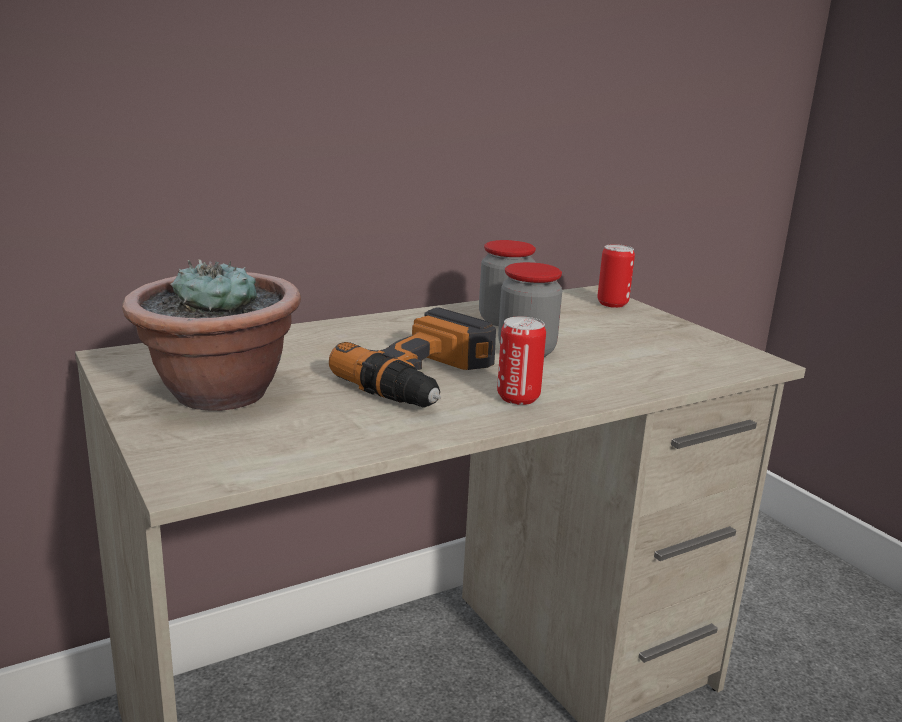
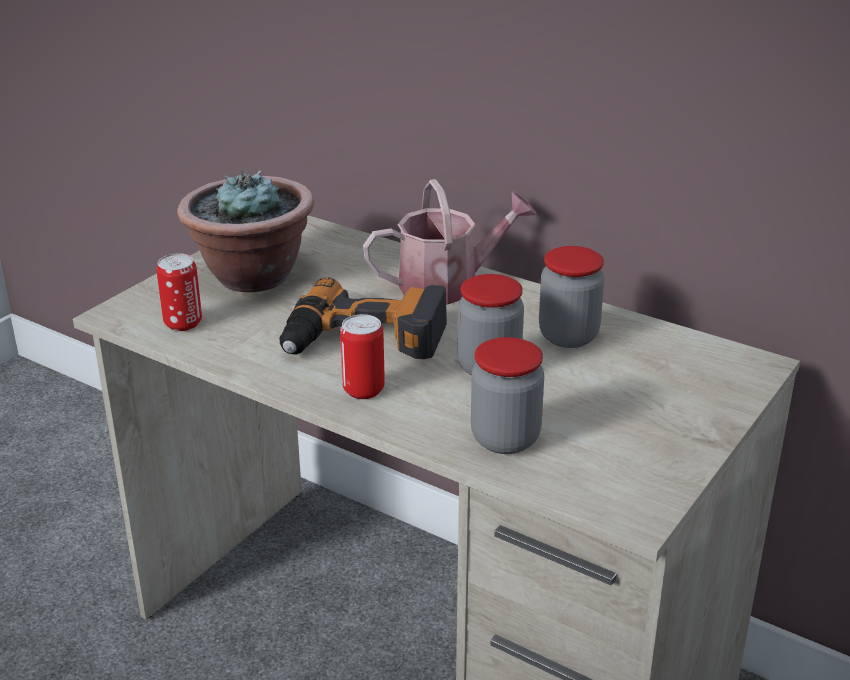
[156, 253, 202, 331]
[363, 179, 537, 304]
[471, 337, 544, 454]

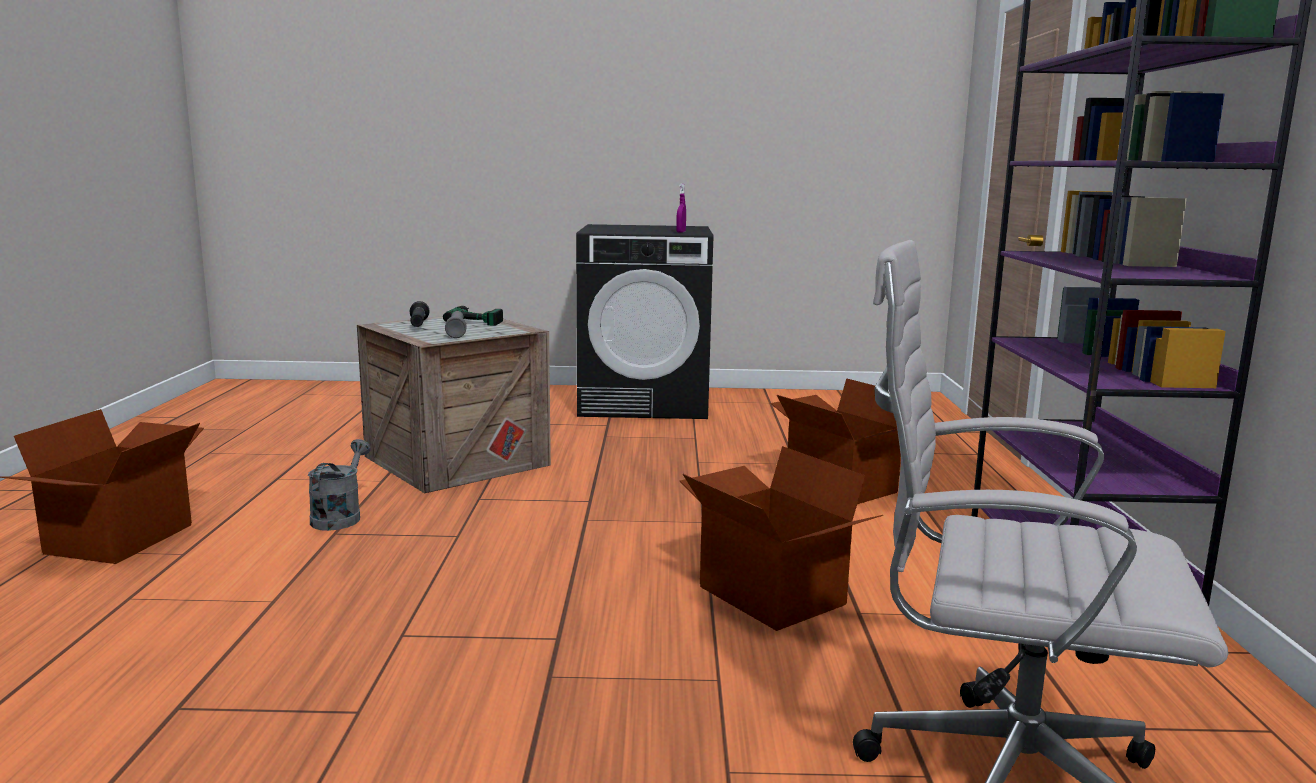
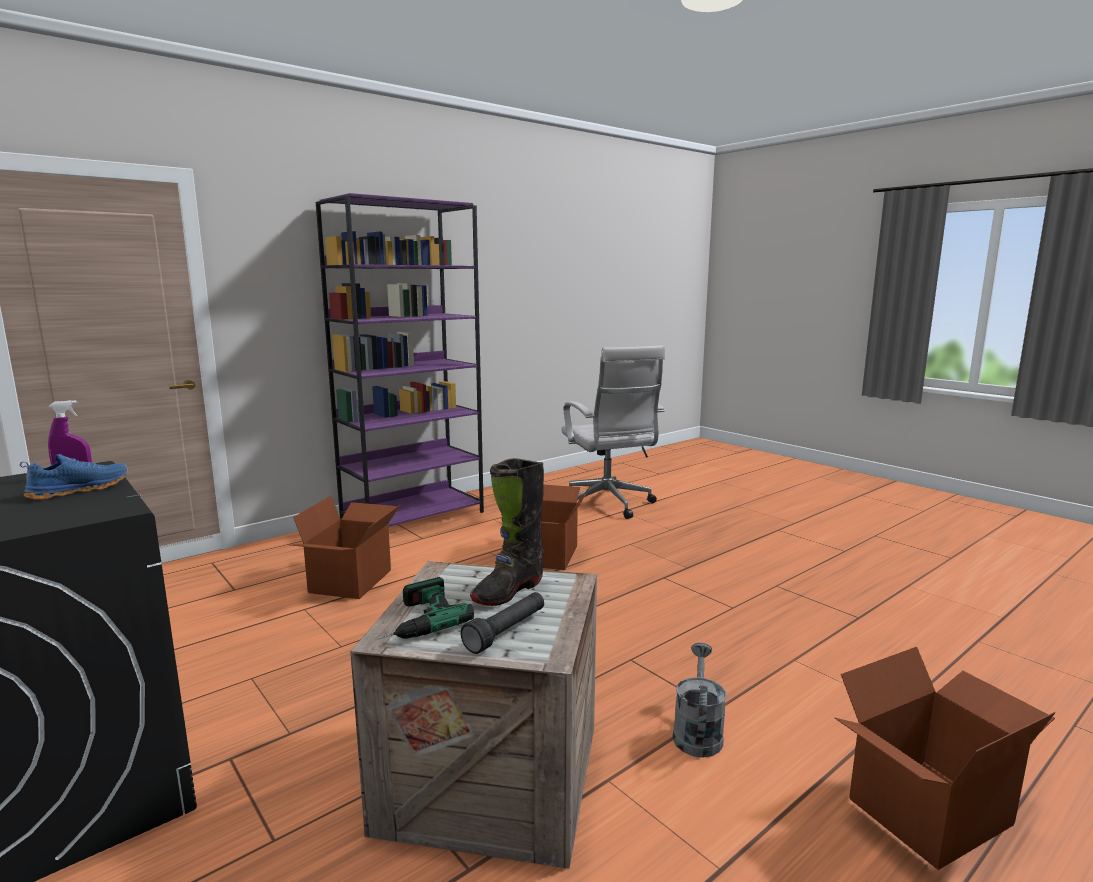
[20, 454, 128, 500]
[470, 458, 544, 606]
[673, 642, 727, 758]

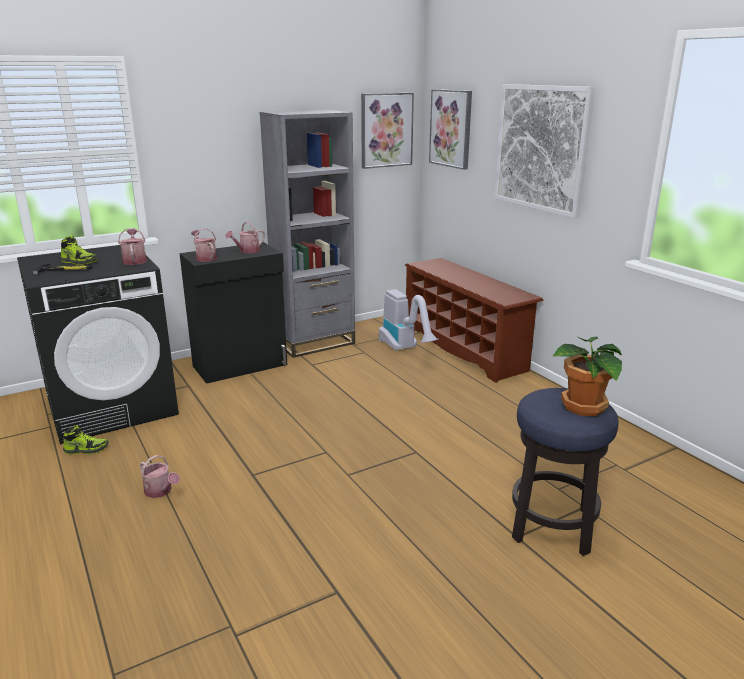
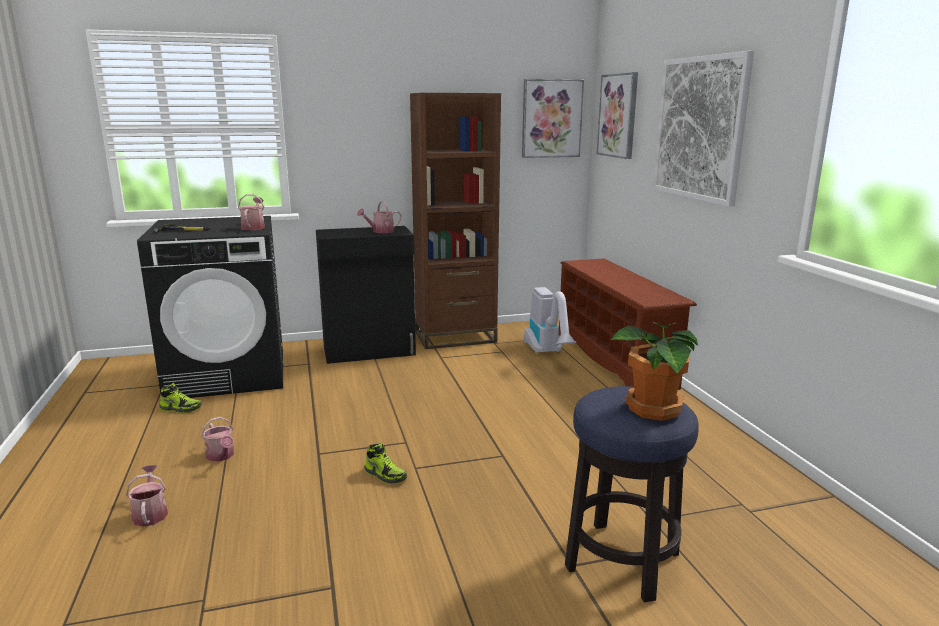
[126, 465, 168, 527]
[364, 443, 407, 484]
[410, 93, 501, 349]

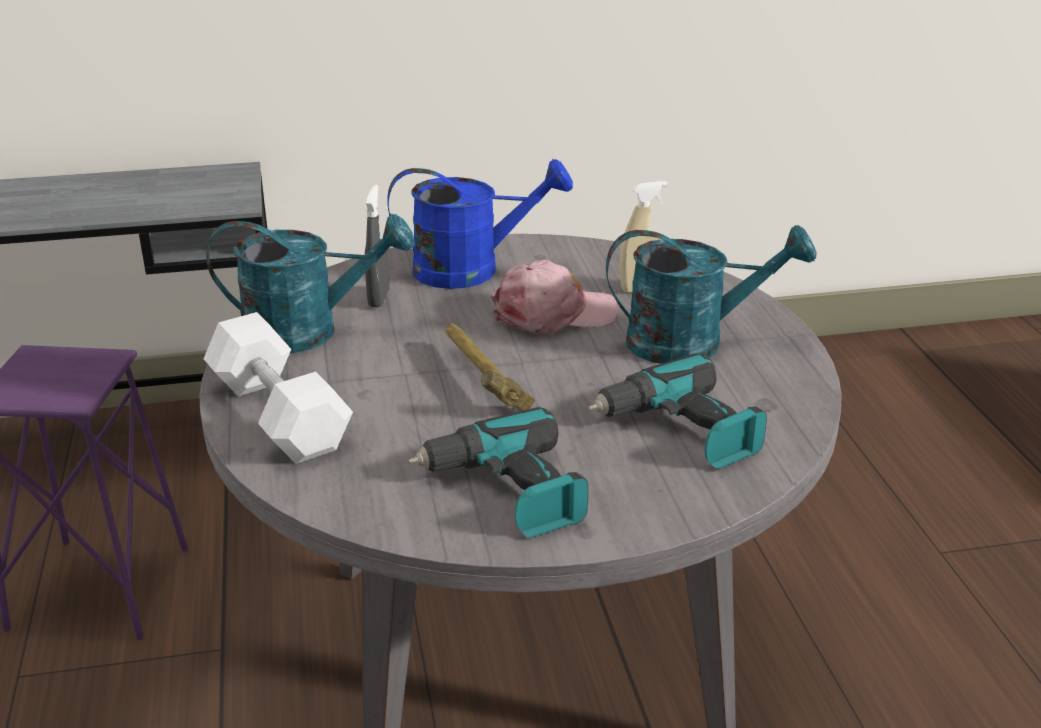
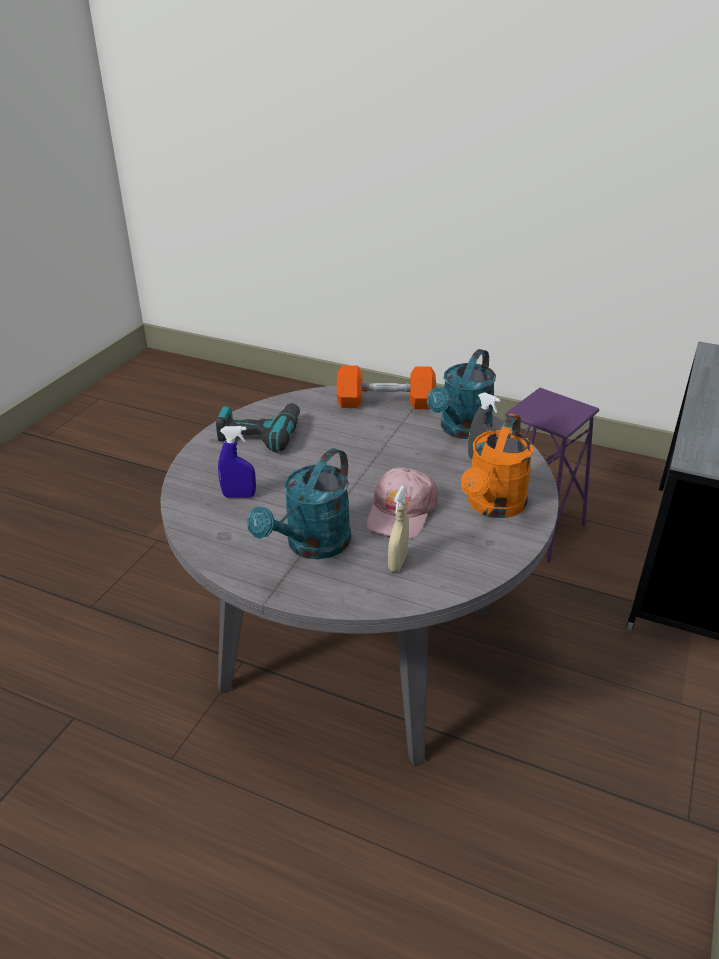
[218, 426, 256, 498]
[337, 365, 436, 409]
[461, 414, 533, 518]
[445, 323, 535, 411] (first image)

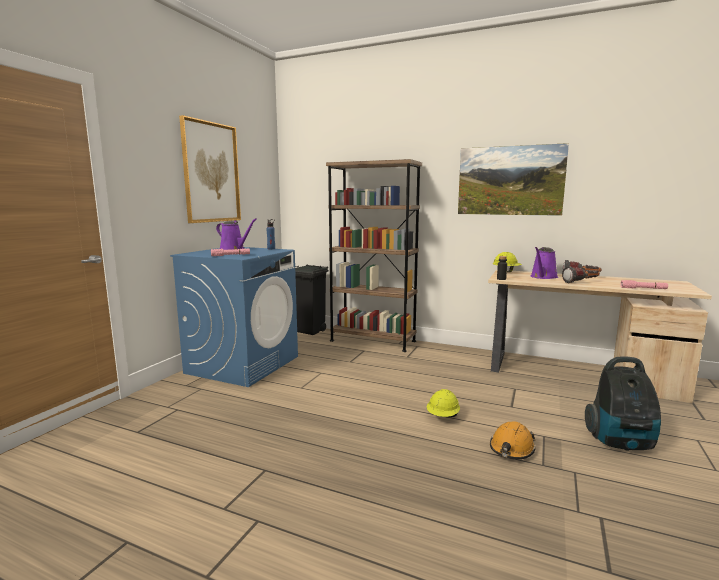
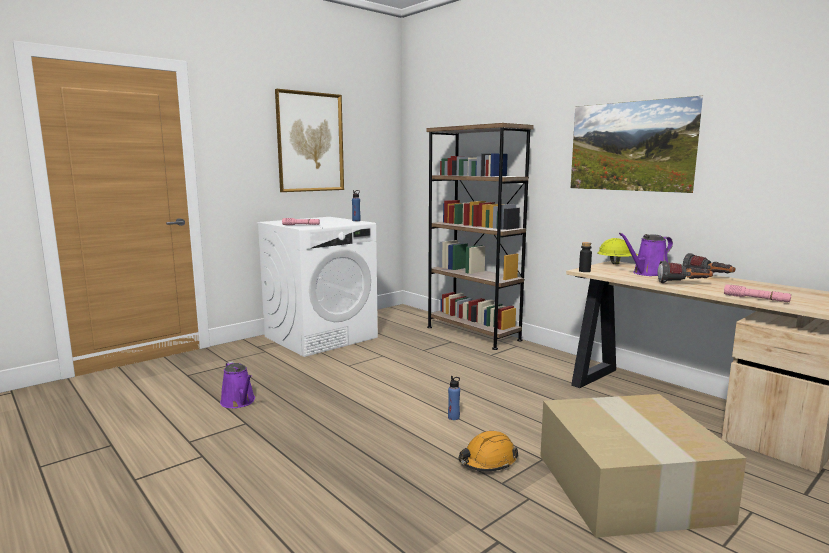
[220, 361, 255, 408]
[257, 217, 378, 357]
[448, 376, 460, 420]
[540, 394, 747, 538]
[293, 264, 329, 335] (first image)

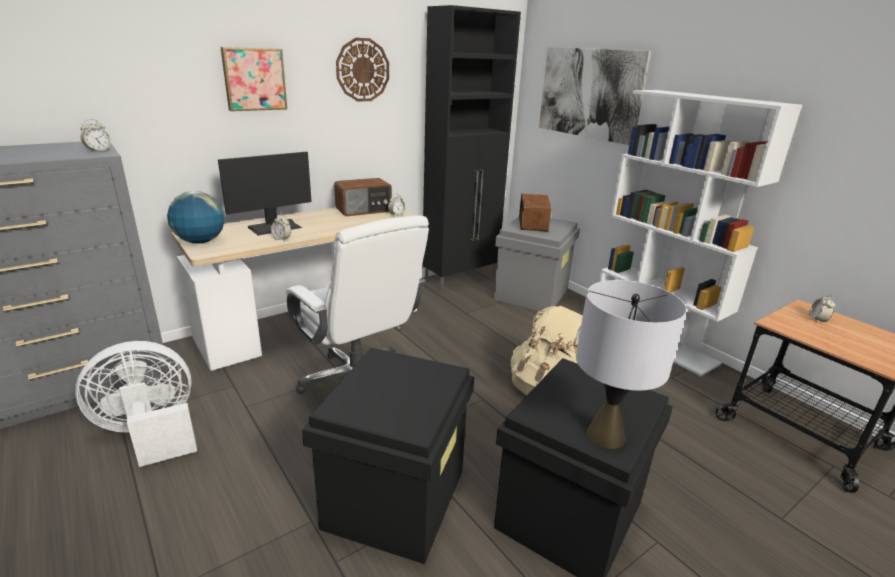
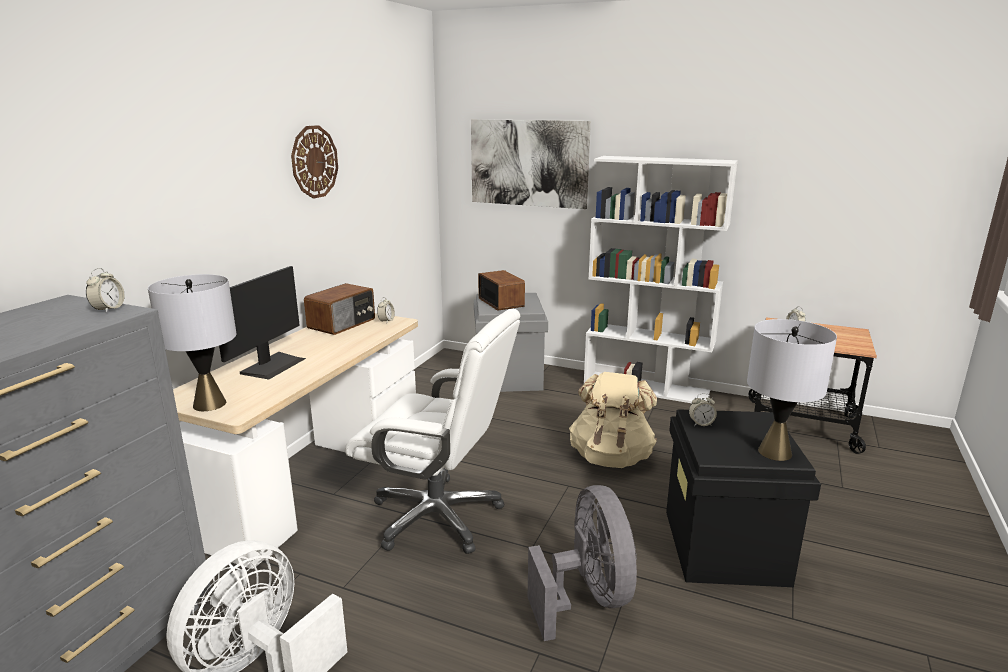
[148, 274, 237, 411]
[528, 485, 637, 641]
[689, 393, 717, 426]
[220, 47, 287, 111] (first image)
[422, 5, 521, 291] (first image)

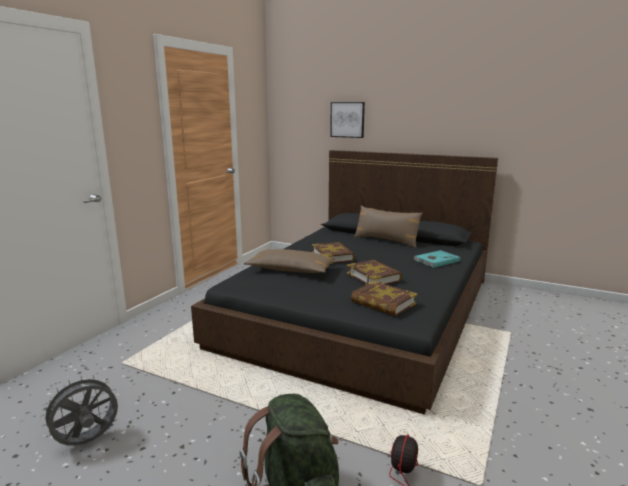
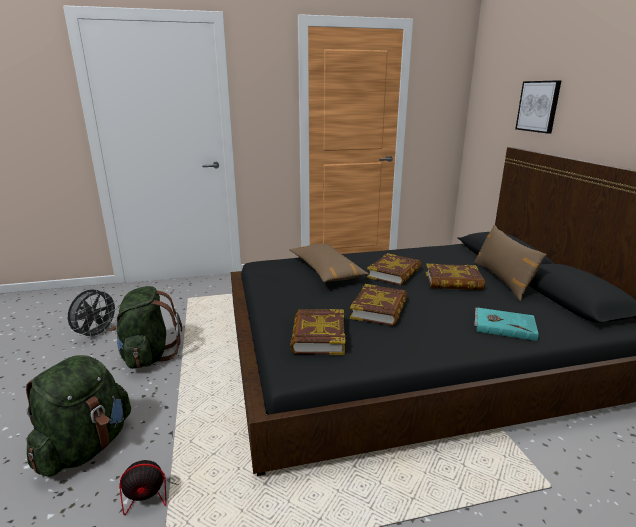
[68, 288, 119, 340]
[110, 286, 182, 369]
[426, 263, 485, 290]

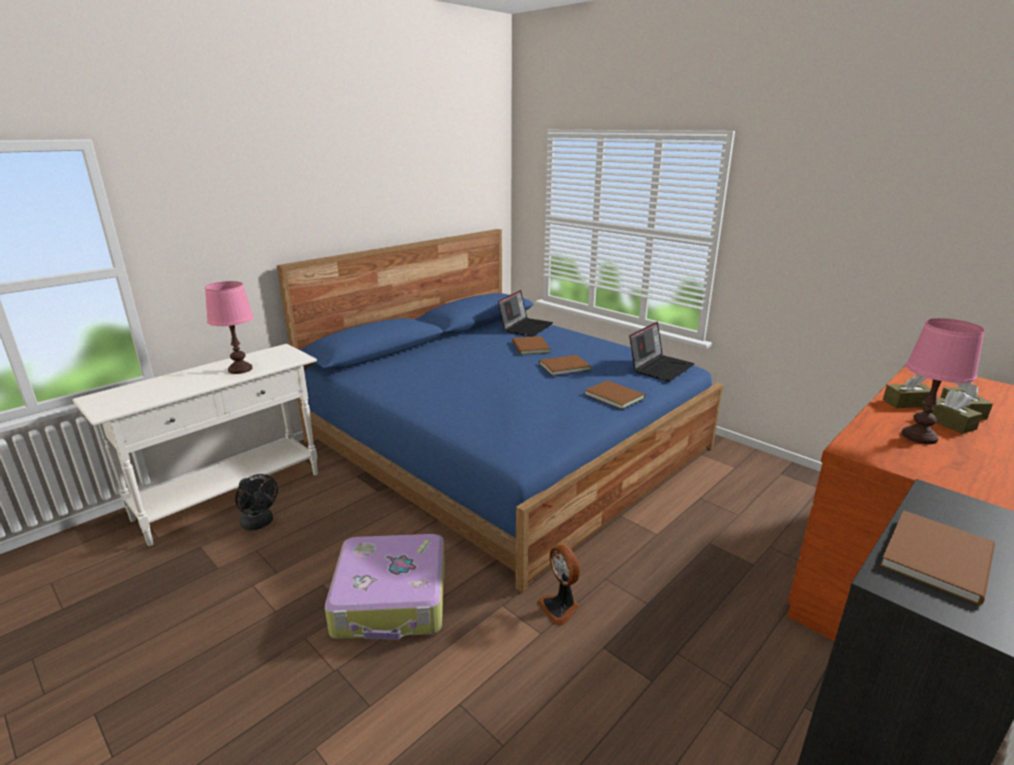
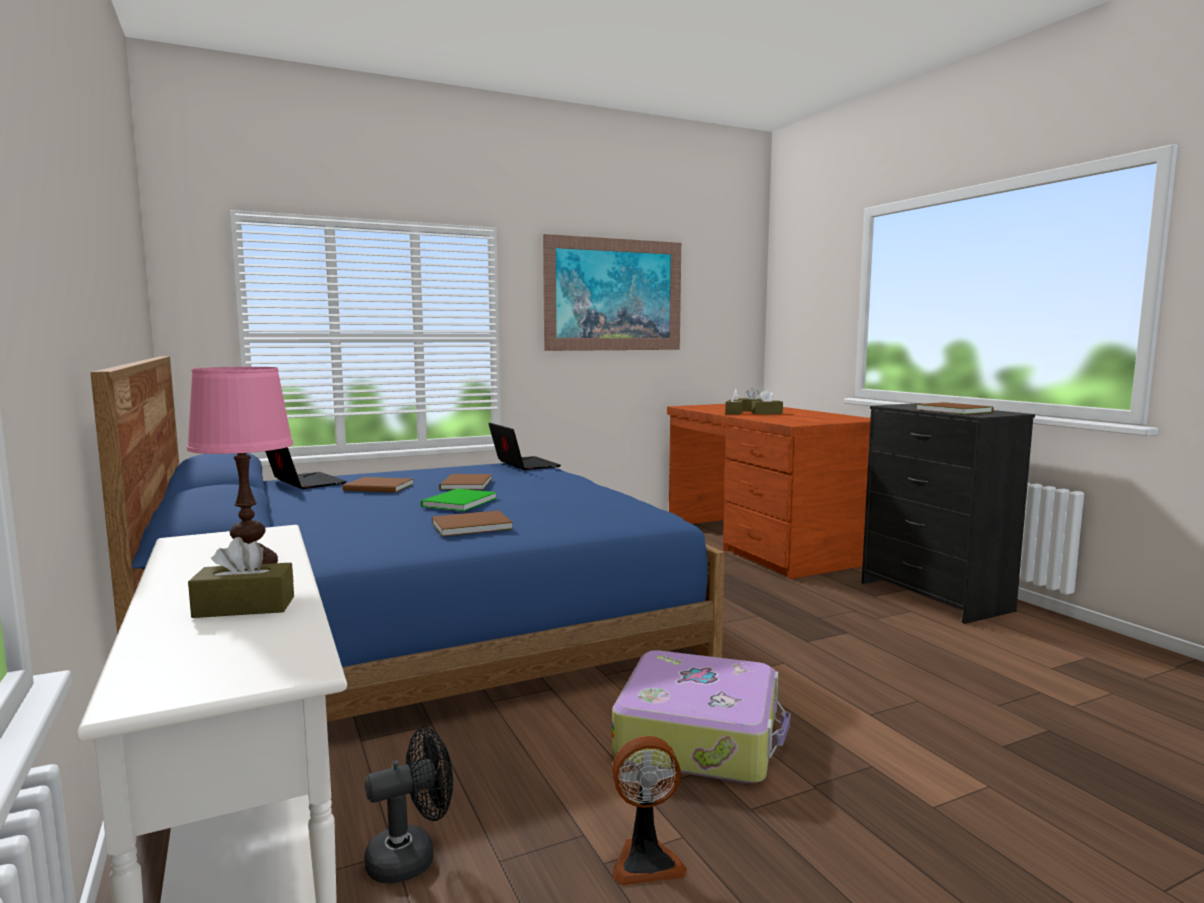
[188, 537, 294, 618]
[421, 489, 497, 511]
[432, 510, 513, 536]
[543, 234, 681, 351]
[612, 736, 687, 886]
[901, 318, 985, 444] (first image)

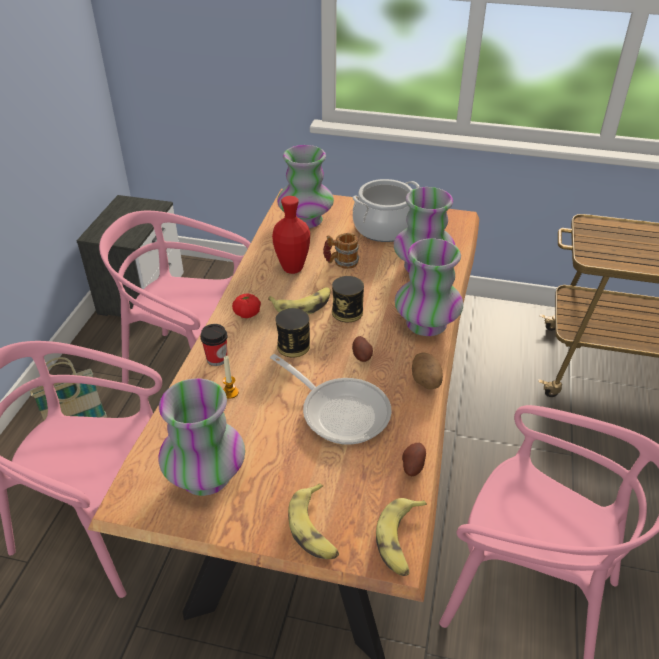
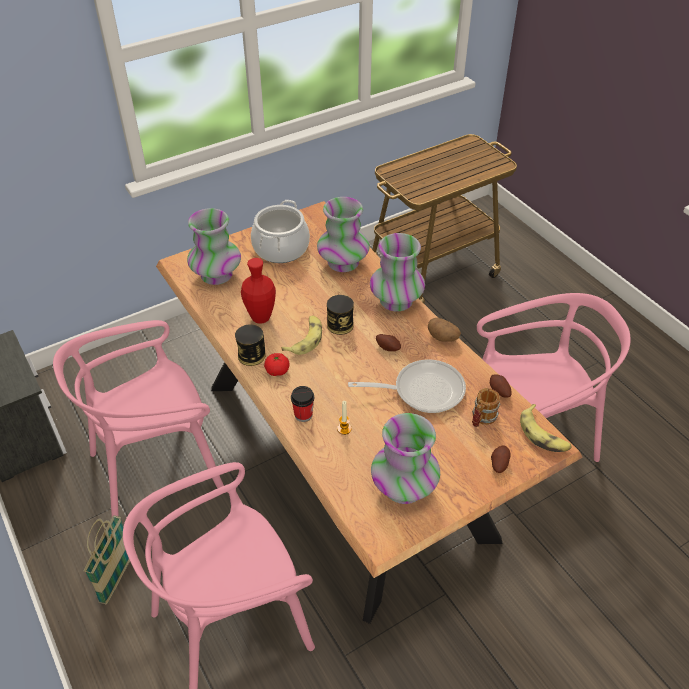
[235, 325, 266, 366]
[472, 388, 500, 427]
[491, 446, 511, 473]

